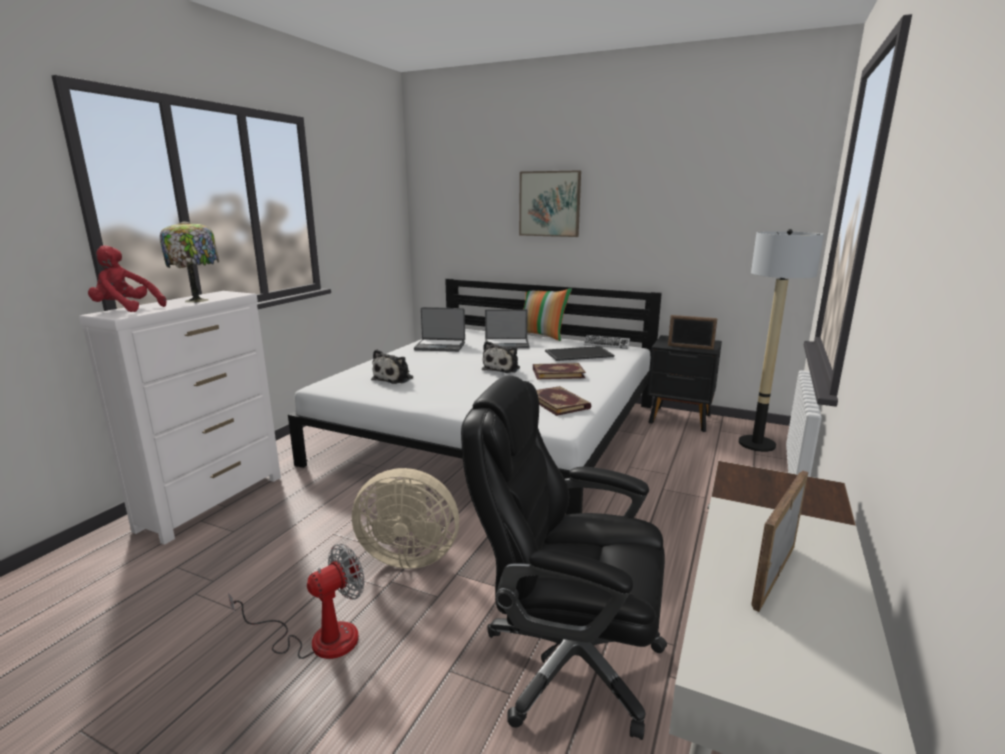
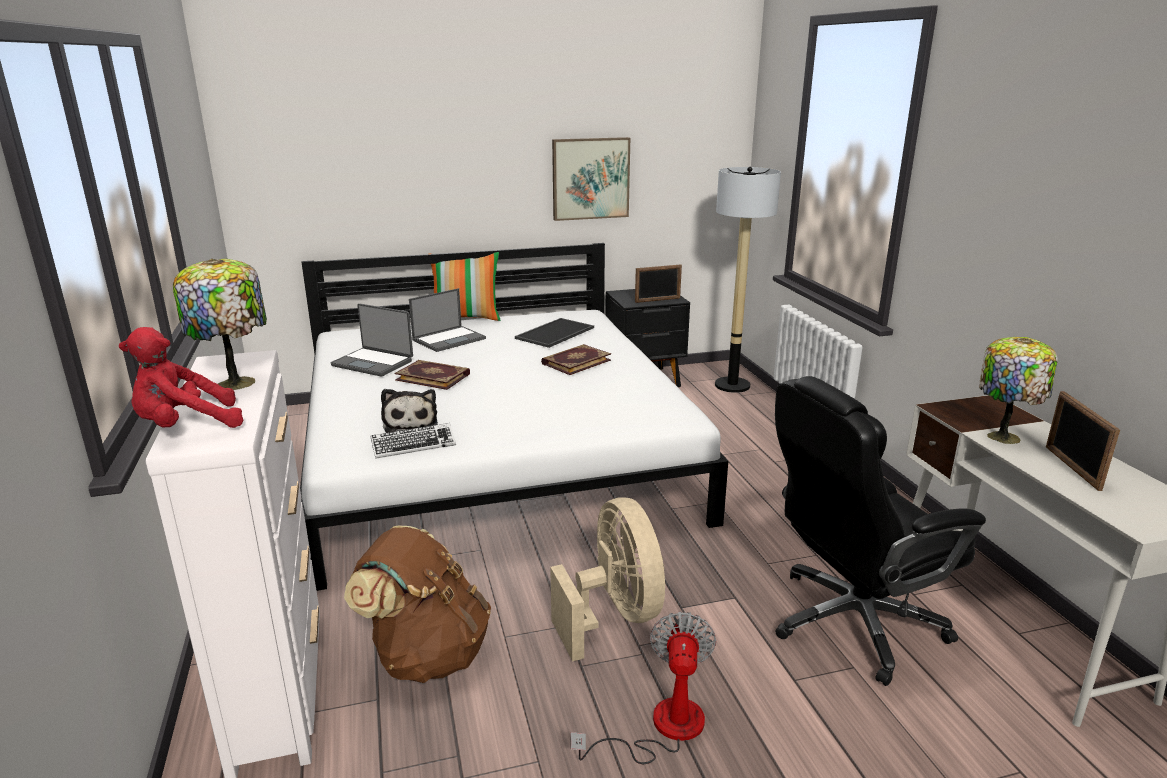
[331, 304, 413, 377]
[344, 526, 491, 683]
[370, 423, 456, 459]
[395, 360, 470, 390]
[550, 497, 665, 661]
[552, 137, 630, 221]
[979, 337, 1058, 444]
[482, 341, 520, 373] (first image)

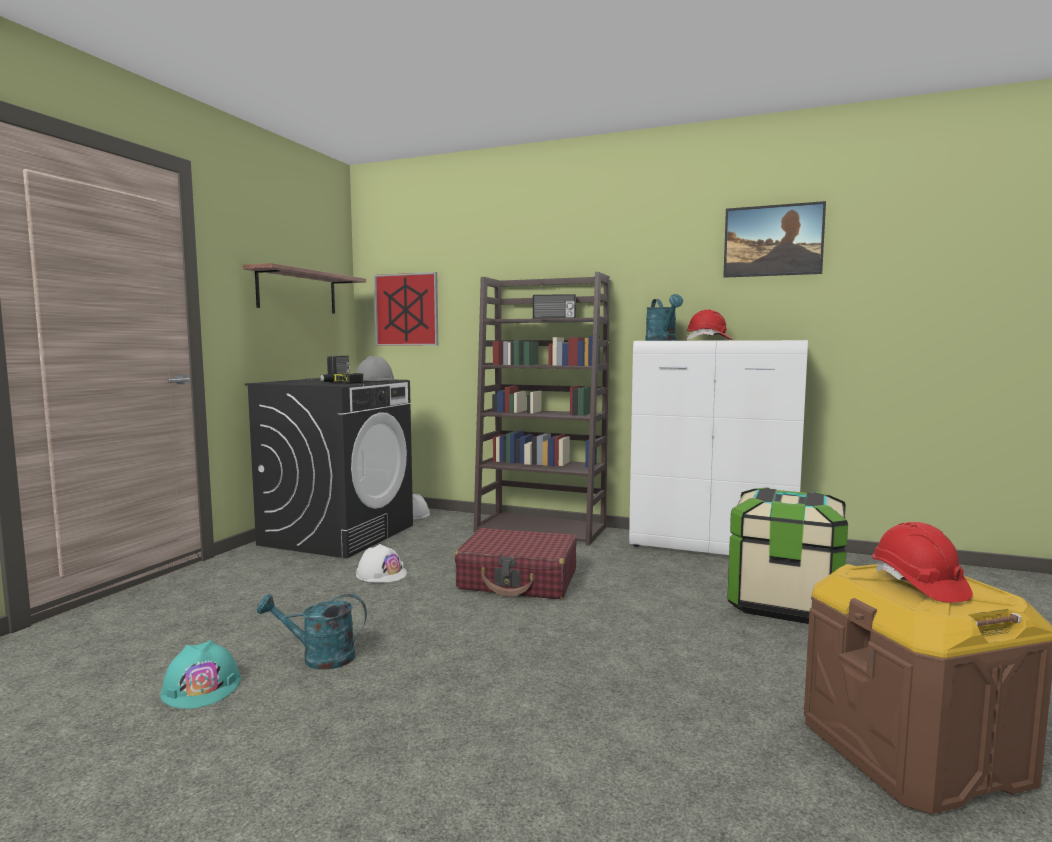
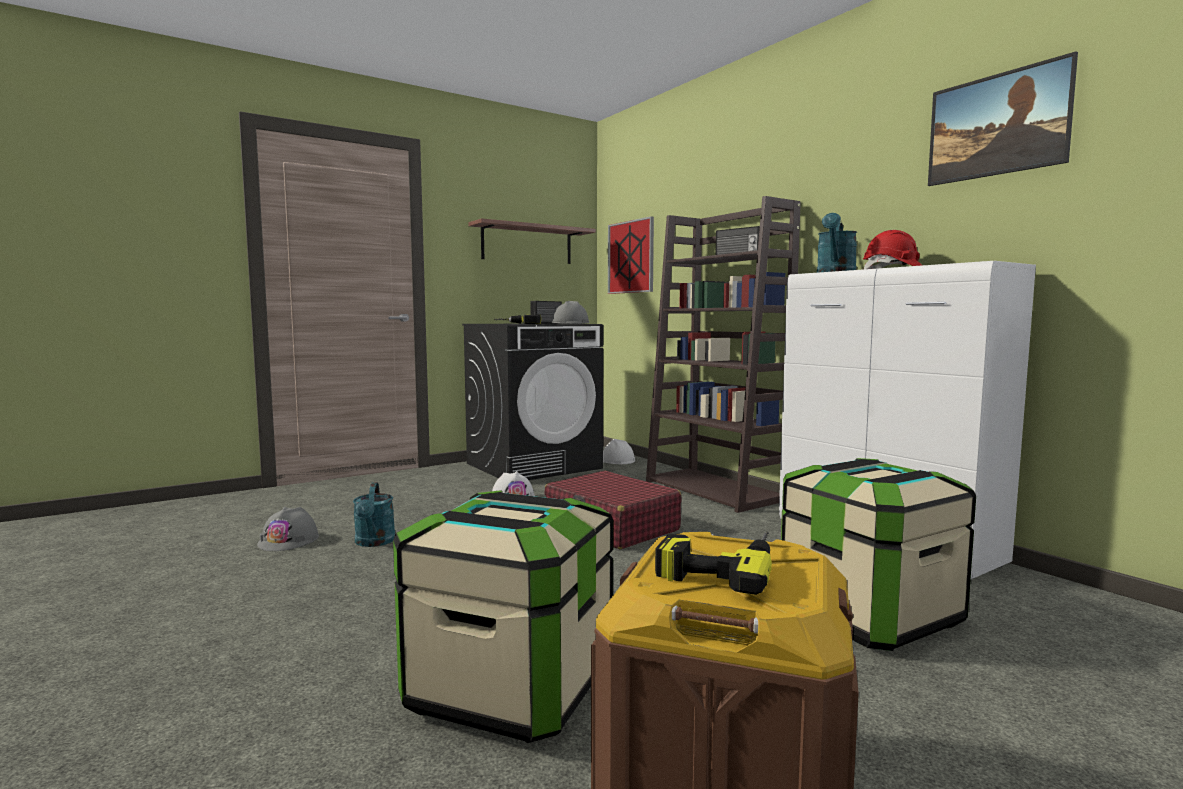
[257, 507, 319, 551]
[353, 482, 395, 547]
[393, 490, 613, 743]
[655, 531, 772, 595]

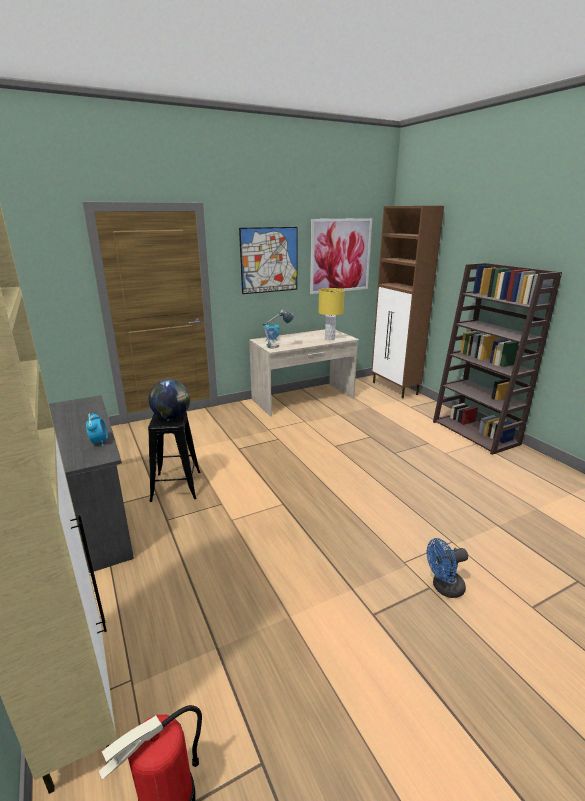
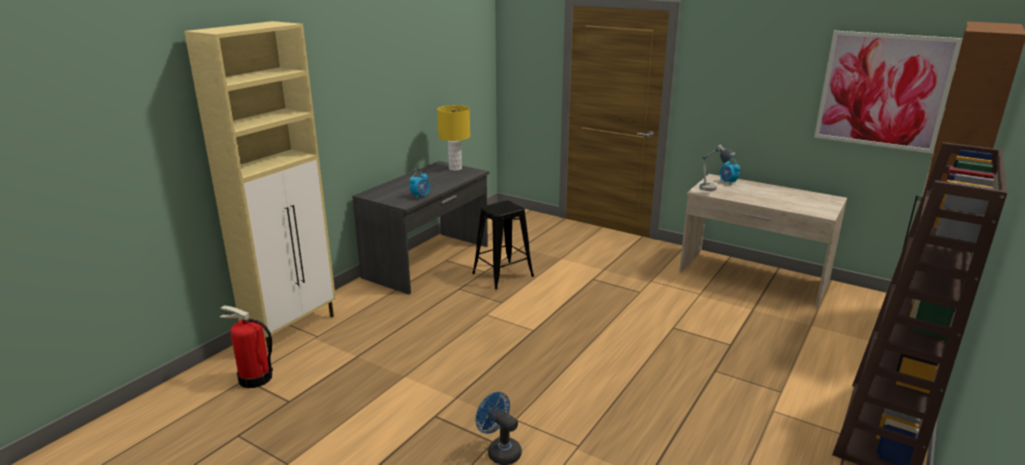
[437, 105, 470, 171]
[148, 379, 190, 419] (first image)
[239, 227, 298, 294] (first image)

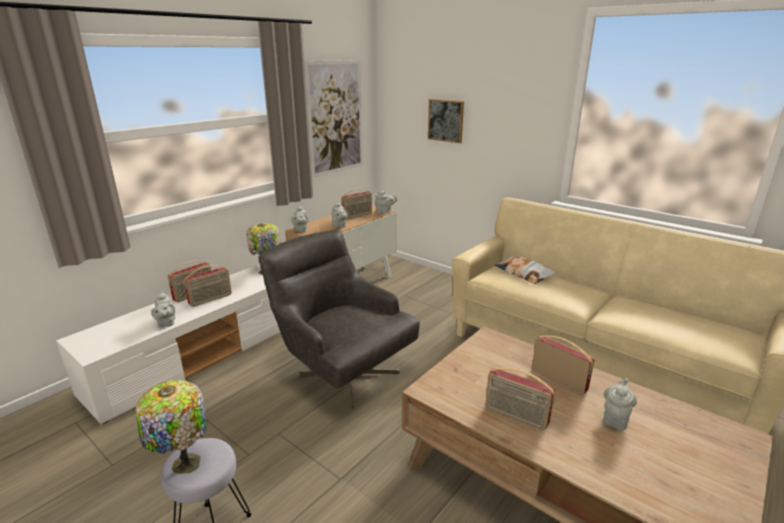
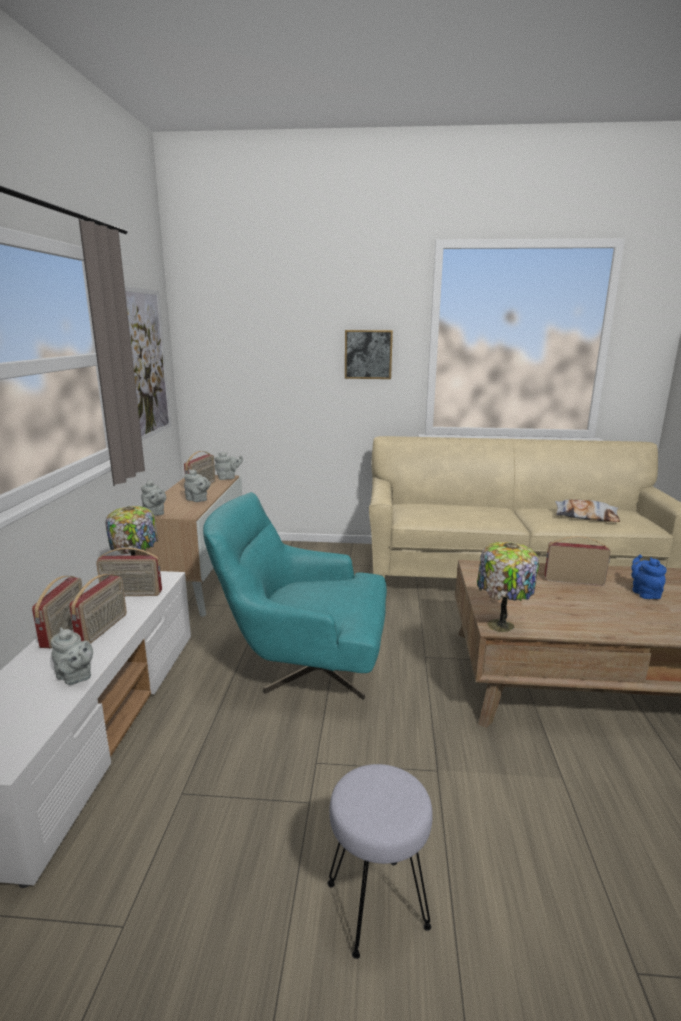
[96, 547, 162, 596]
[203, 492, 387, 700]
[345, 330, 393, 379]
[477, 542, 539, 632]
[555, 499, 620, 522]
[631, 555, 667, 599]

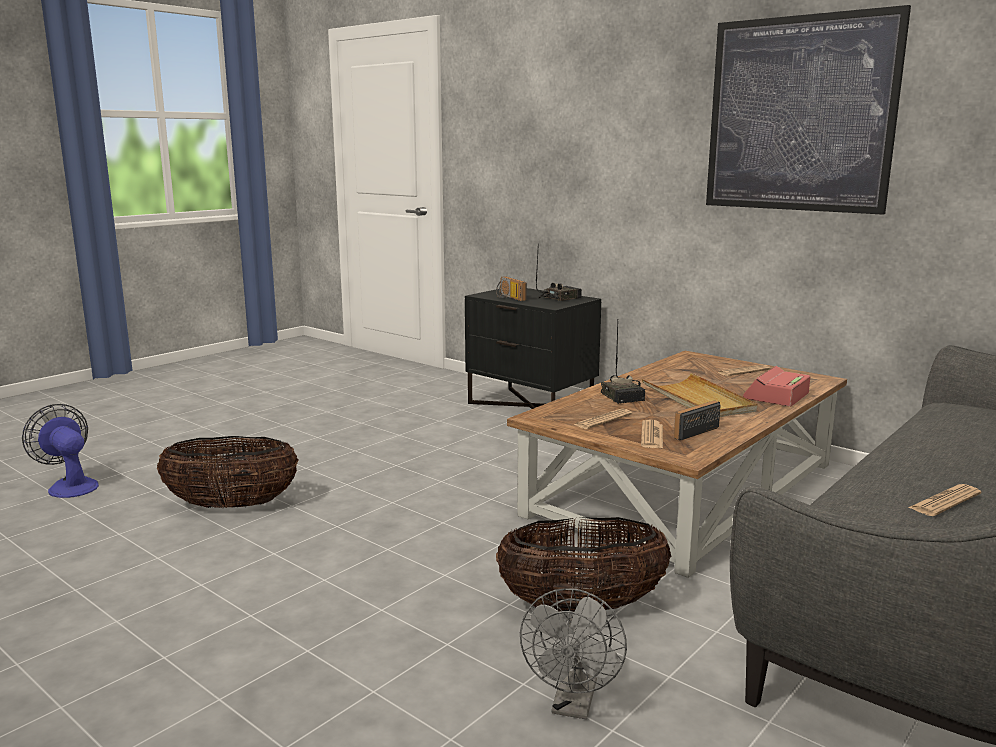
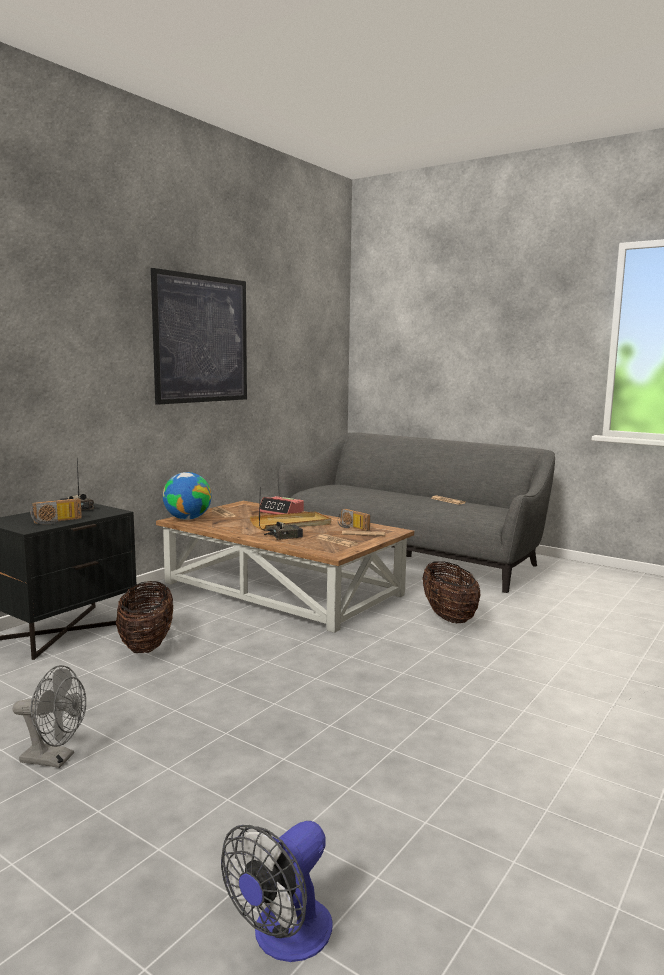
[13, 665, 86, 768]
[116, 581, 173, 653]
[163, 472, 212, 520]

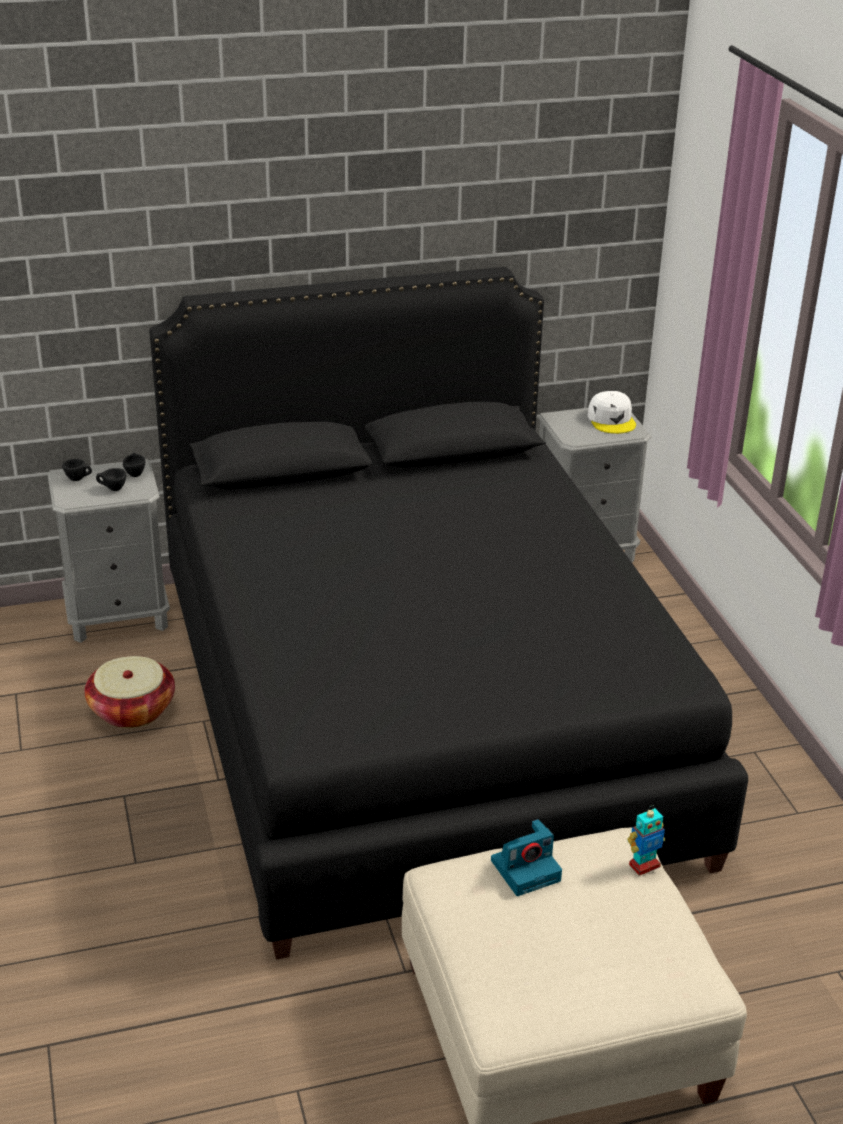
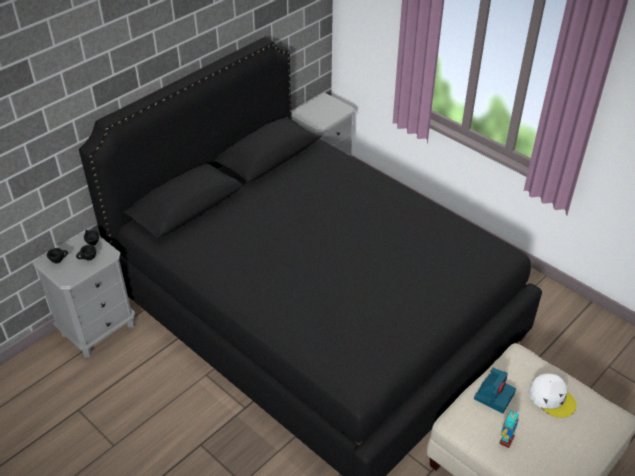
[499, 411, 519, 448]
[529, 374, 576, 418]
[85, 656, 175, 728] (first image)

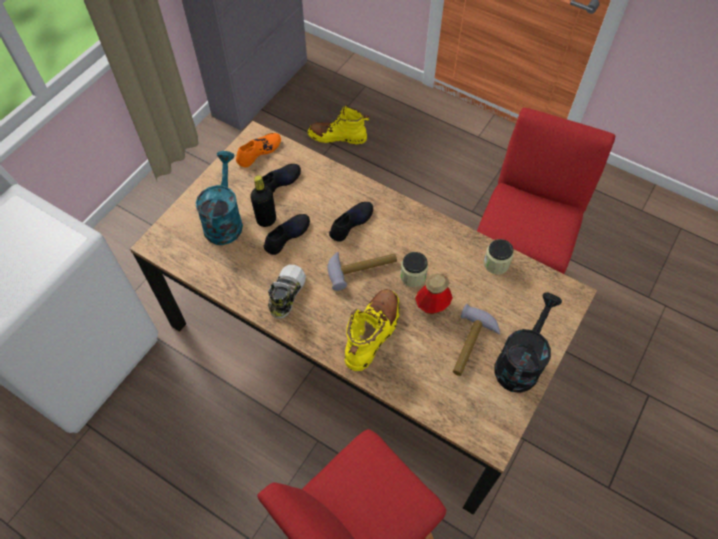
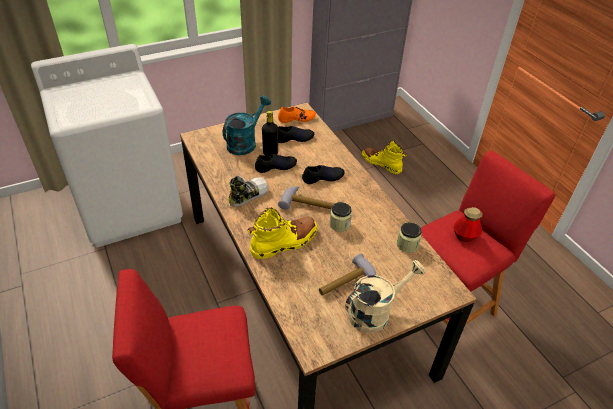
[345, 260, 426, 333]
[453, 207, 483, 242]

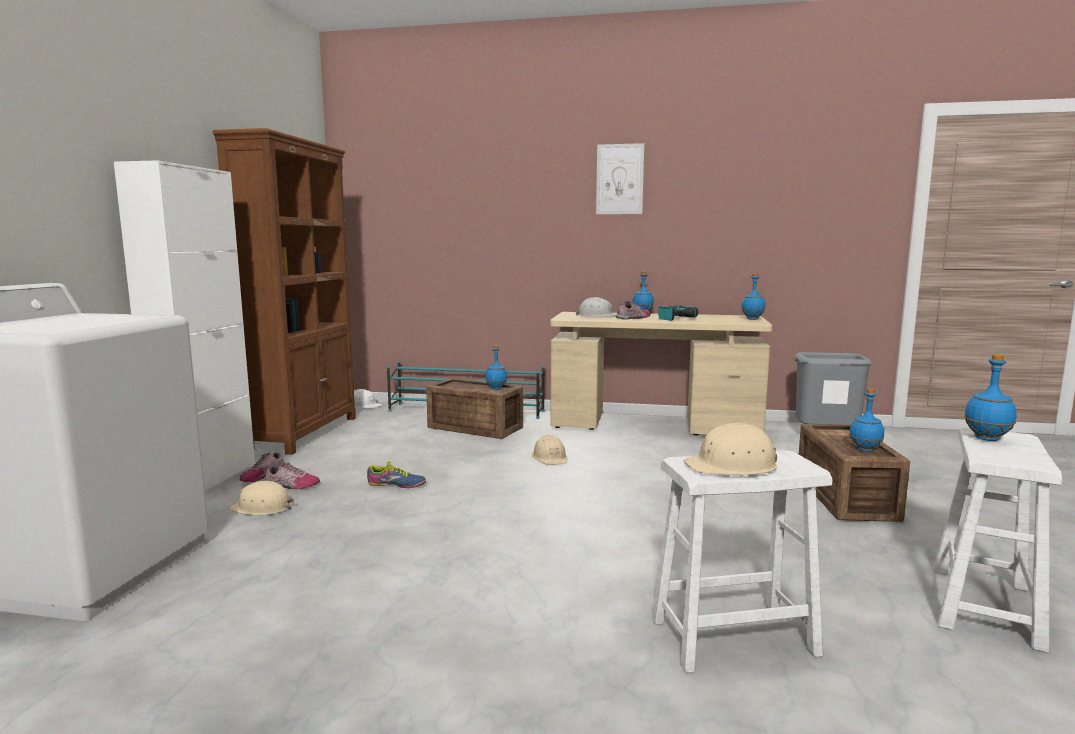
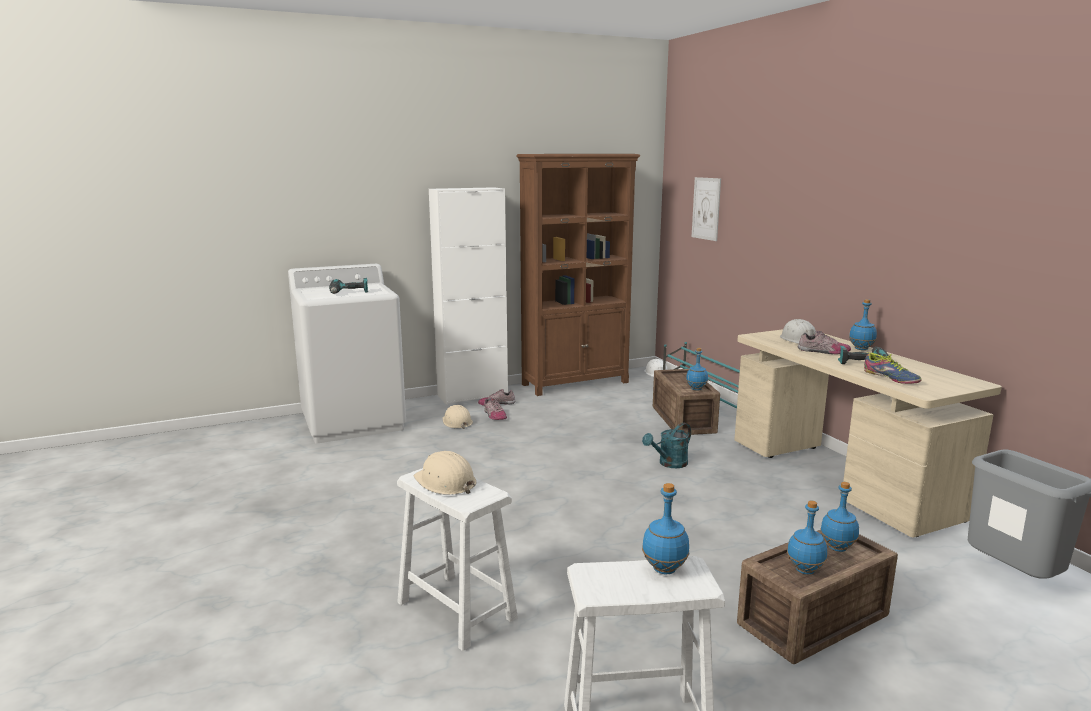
[329, 278, 368, 294]
[642, 423, 691, 468]
[692, 177, 721, 241]
[820, 482, 859, 552]
[864, 352, 922, 384]

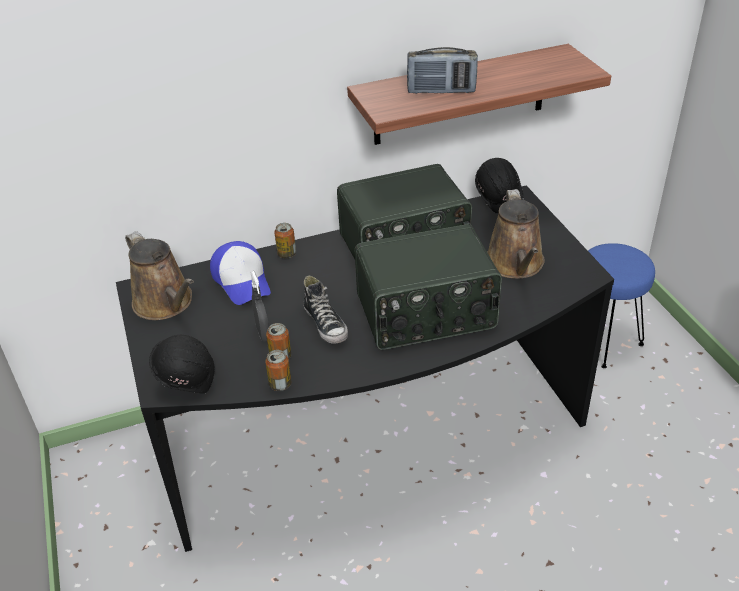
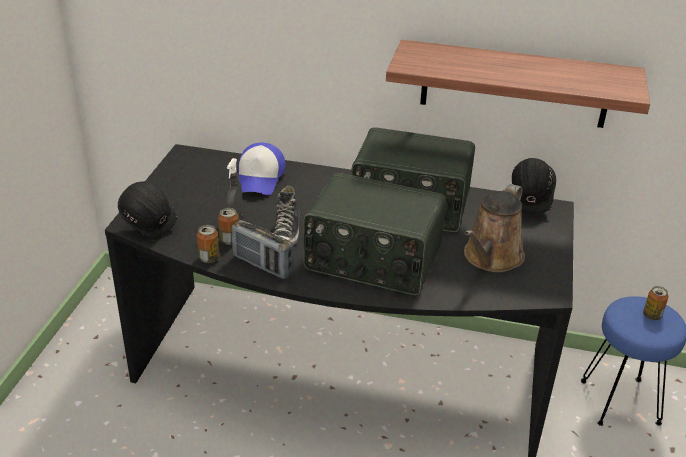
[232, 220, 294, 279]
[643, 286, 669, 320]
[125, 231, 194, 320] (first image)

